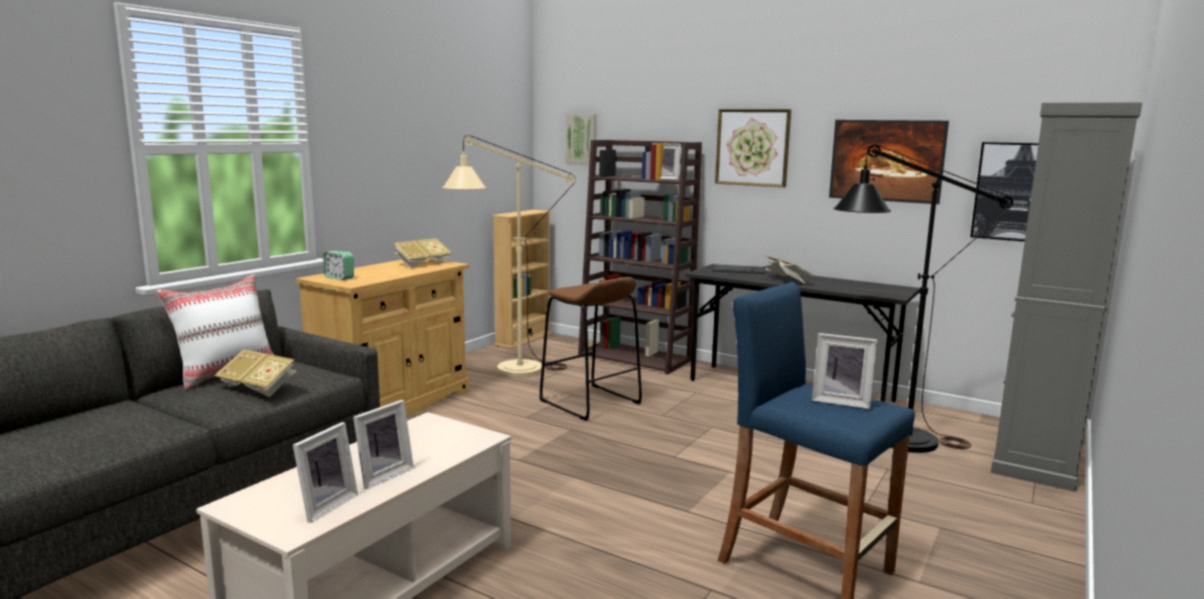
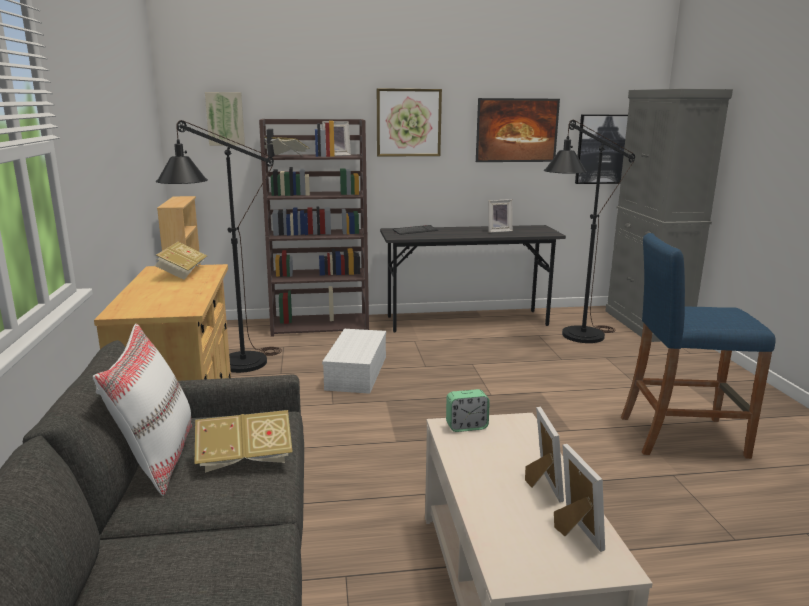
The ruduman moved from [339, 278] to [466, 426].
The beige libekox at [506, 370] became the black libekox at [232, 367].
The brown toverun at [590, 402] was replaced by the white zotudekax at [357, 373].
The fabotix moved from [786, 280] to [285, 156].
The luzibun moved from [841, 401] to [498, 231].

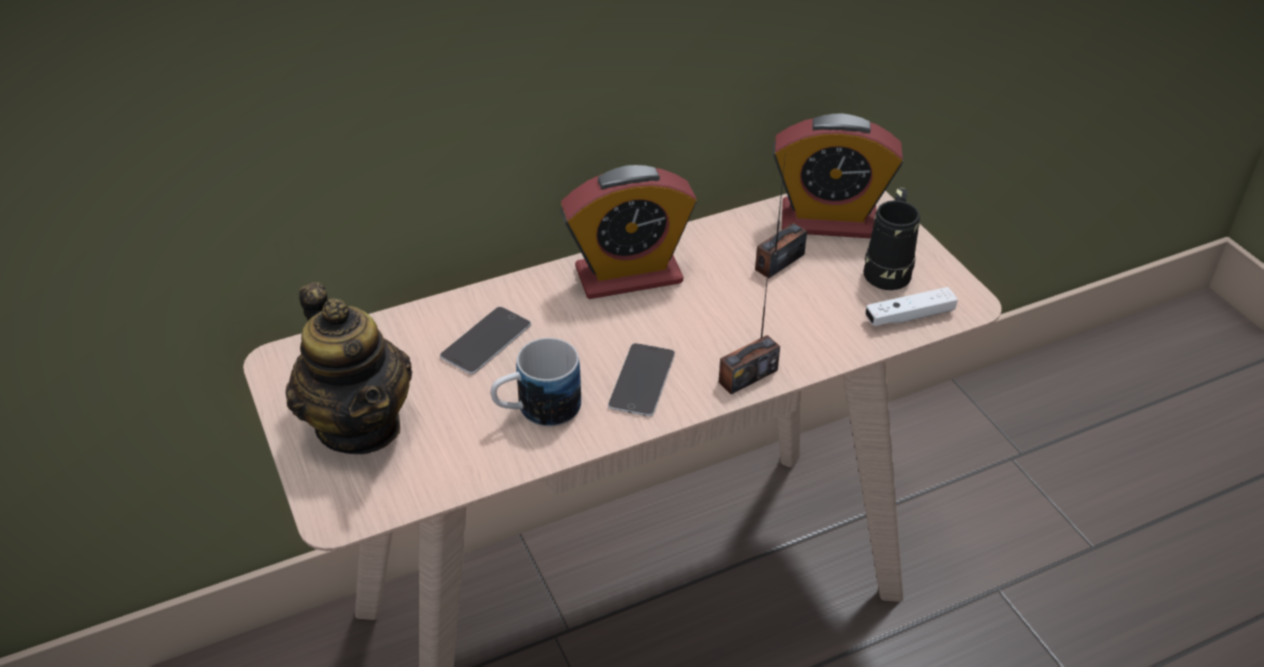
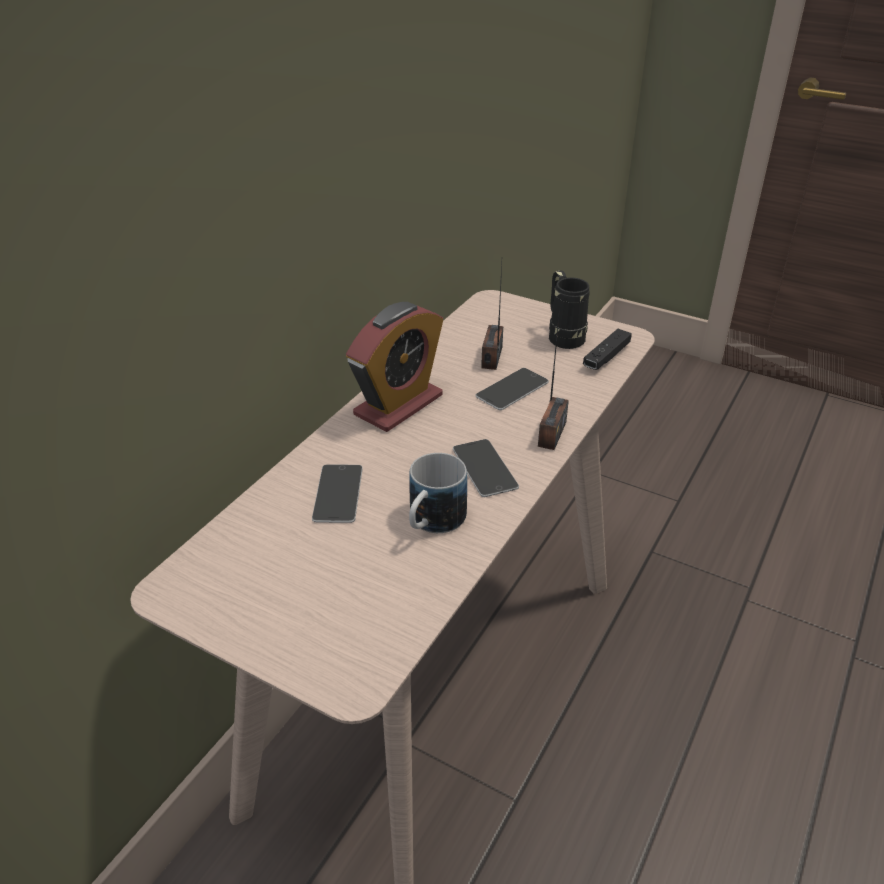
The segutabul at [360, 425] disappeared.
The ruduman at [828, 221] disappeared.
The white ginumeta at [909, 316] became the black ginumeta at [606, 357].
The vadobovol at [512, 389] appeared.

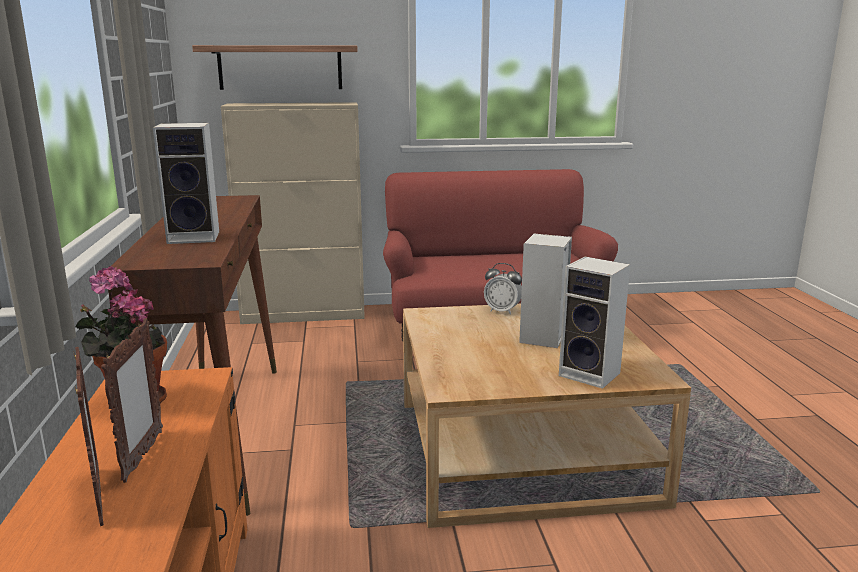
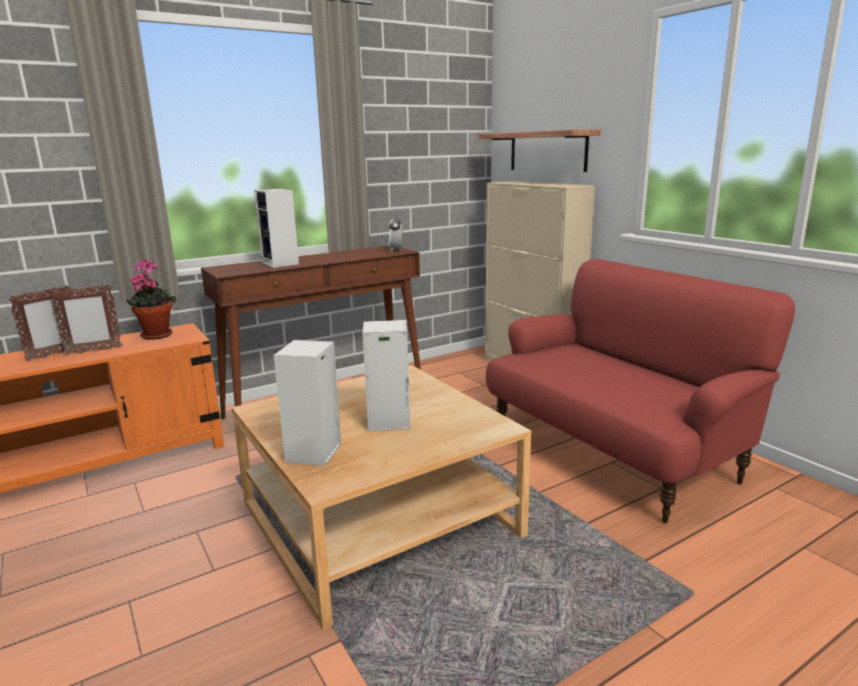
The ruduman moved from [502, 311] to [396, 250].

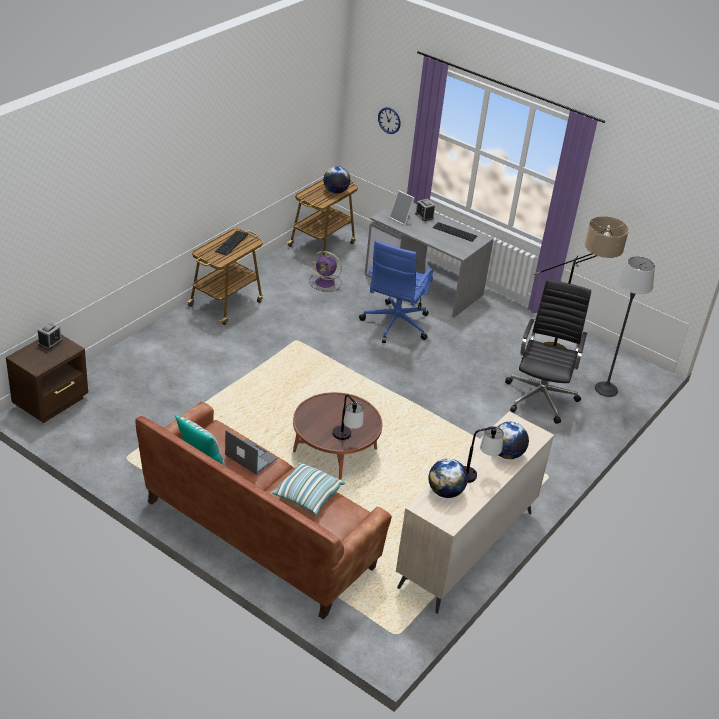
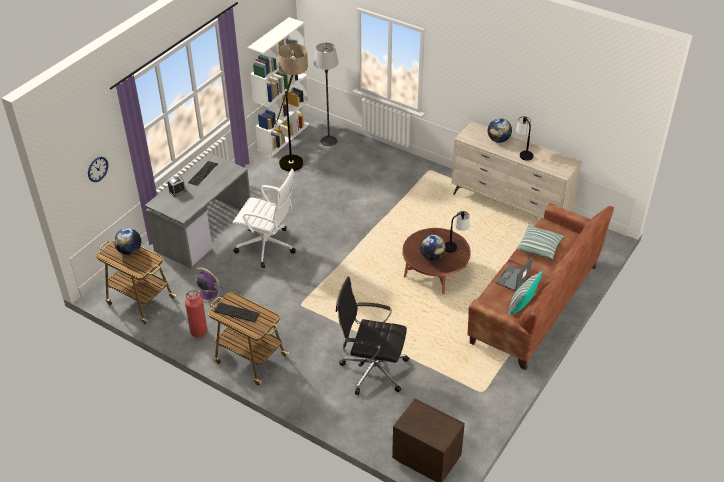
The ruduman at [50, 342] disappeared.
The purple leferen at [326, 283] turned 75 degrees counterclockwise.
The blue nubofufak at [395, 325] became the white nubofufak at [267, 247].
The luzibun at [401, 219] disappeared.
The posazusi moved from [445, 492] to [432, 257].
The black nubofufak moved from [541, 396] to [372, 369].
The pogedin at [199, 332] appeared.
The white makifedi at [283, 137] appeared.

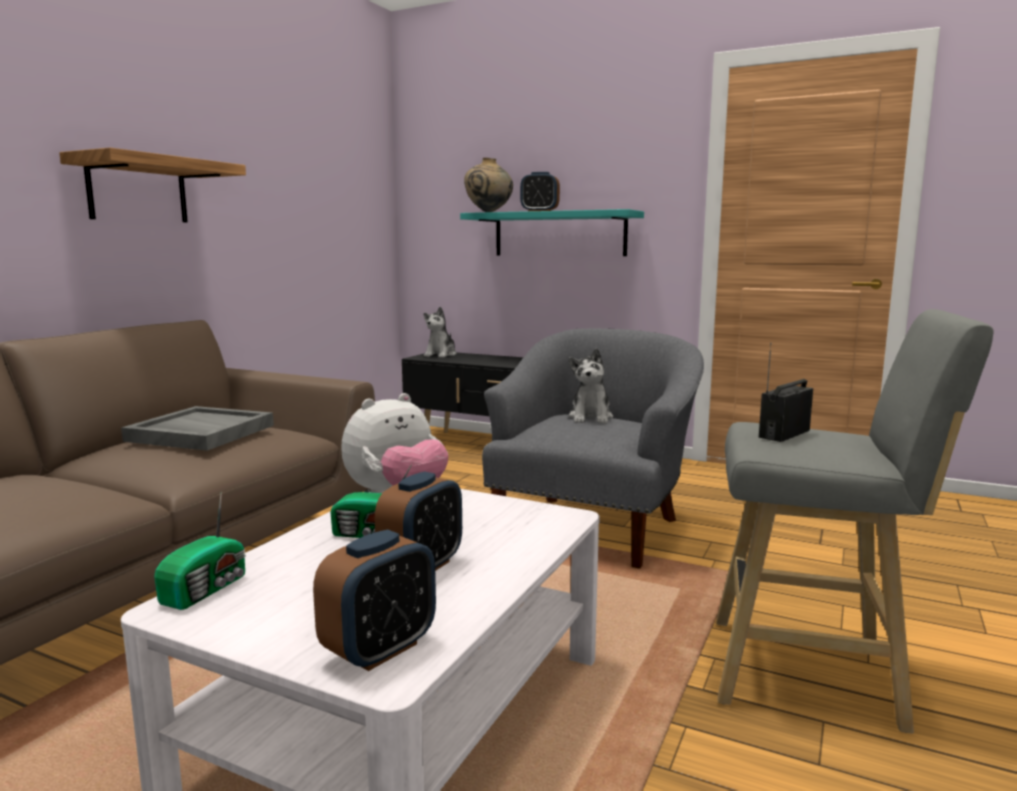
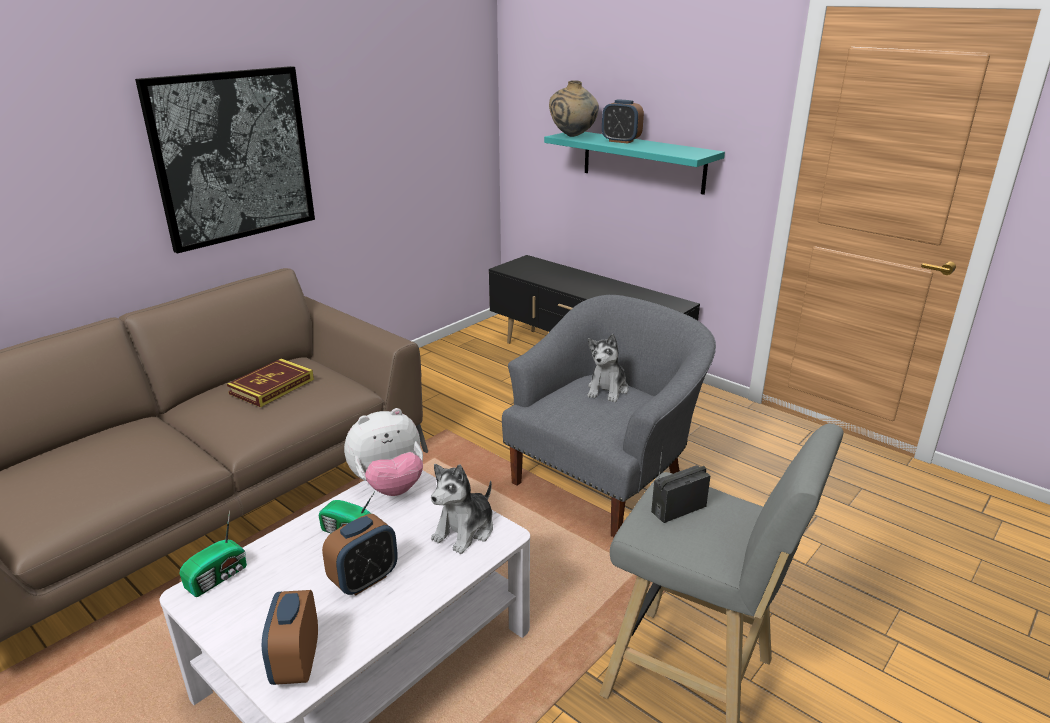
The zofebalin at [138, 191] was replaced by the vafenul at [233, 157].
The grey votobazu at [199, 433] was replaced by the fabotix at [272, 386].
The ruduman at [380, 649] turned 120 degrees clockwise.
The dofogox moved from [441, 355] to [465, 531].

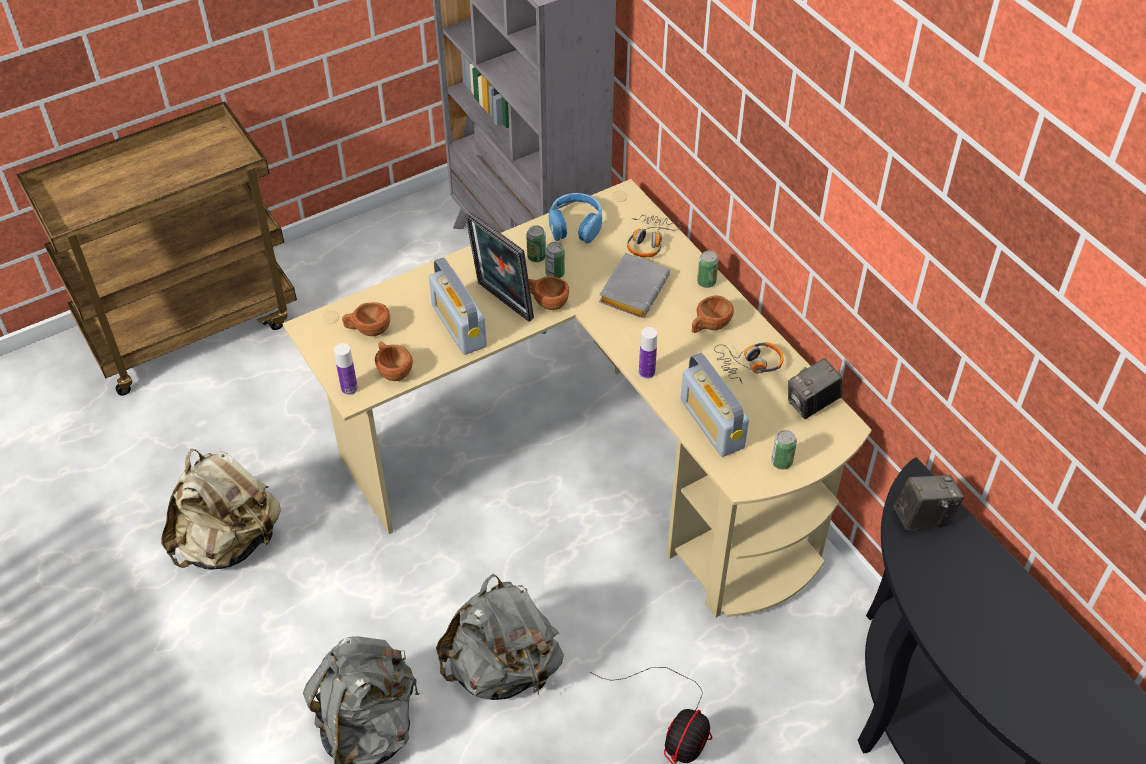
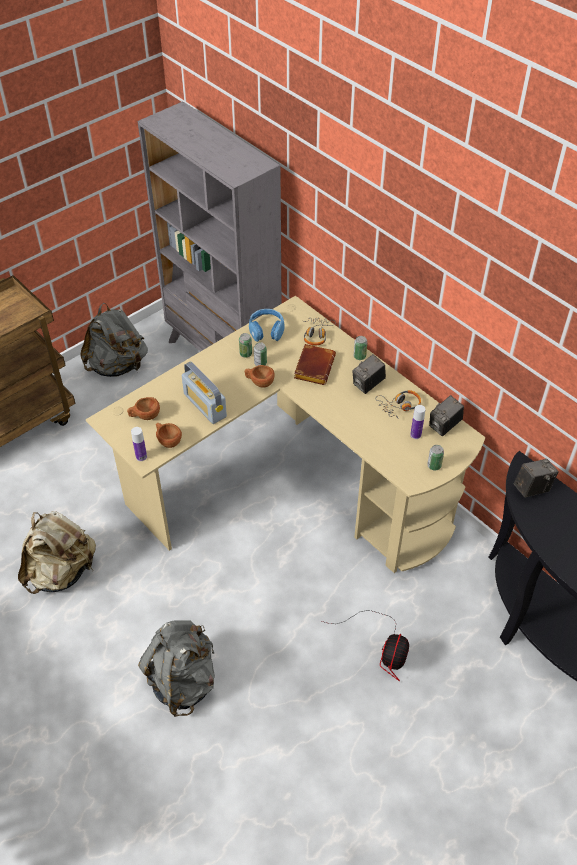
The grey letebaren moved from [503, 669] to [118, 366].
The luzibun at [502, 303] disappeared.
The grey fabotix at [632, 289] became the brown fabotix at [313, 367].
The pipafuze moved from [646, 372] to [415, 435].
The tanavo at [712, 424] disappeared.
The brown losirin at [709, 326] was replaced by the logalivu at [368, 384].

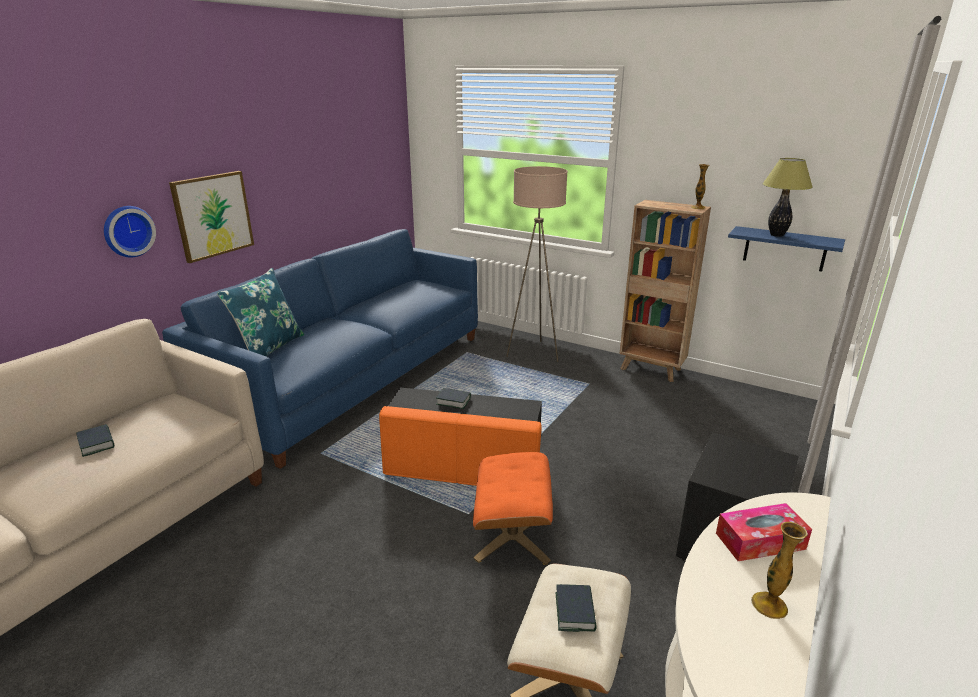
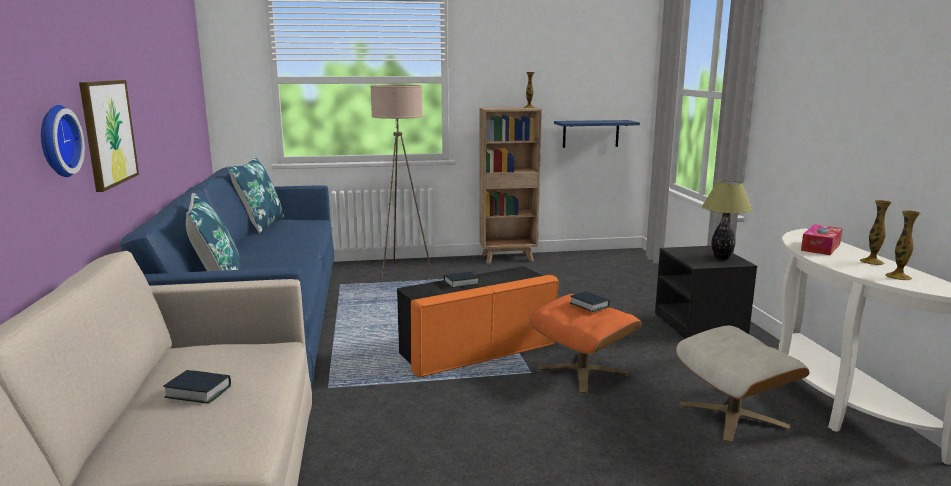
The fabotix moved from [575, 611] to [589, 305].
The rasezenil moved from [776, 235] to [721, 258].
The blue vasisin at [260, 225] appeared.
The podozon at [898, 277] appeared.

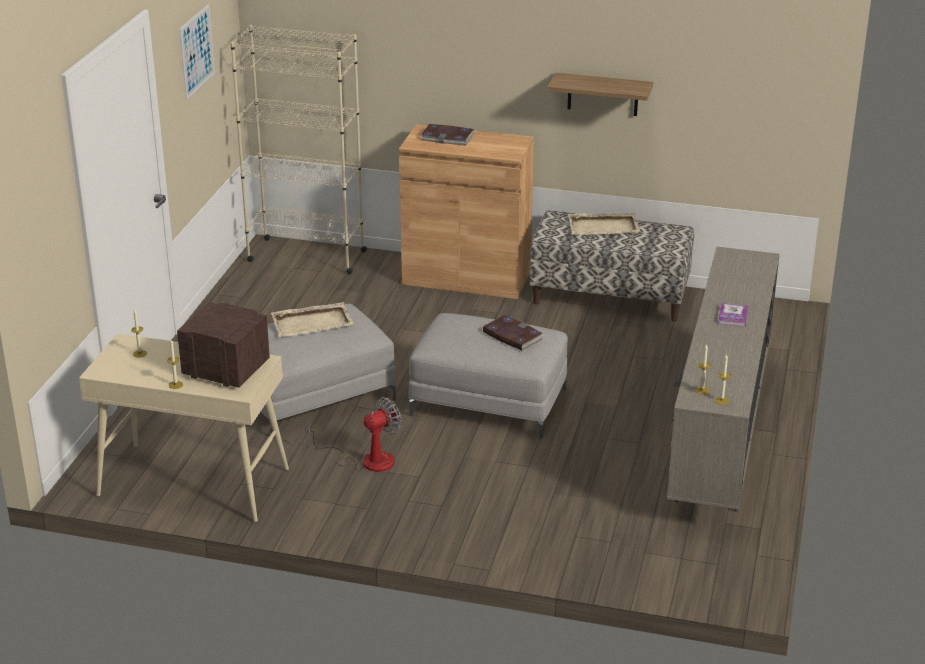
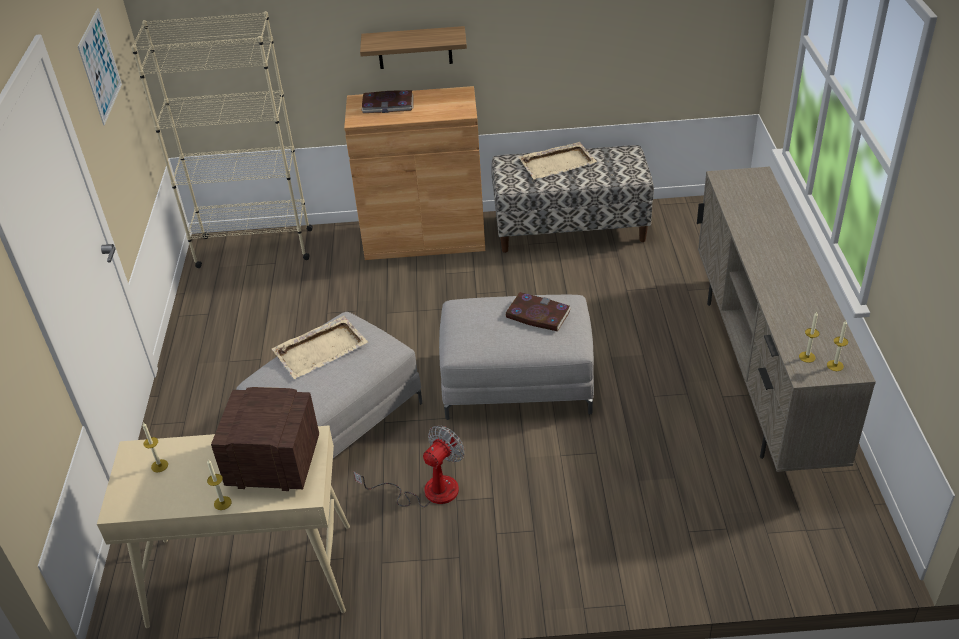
The zofebalin moved from [603, 94] to [414, 48].
The fabotix at [732, 316] disappeared.

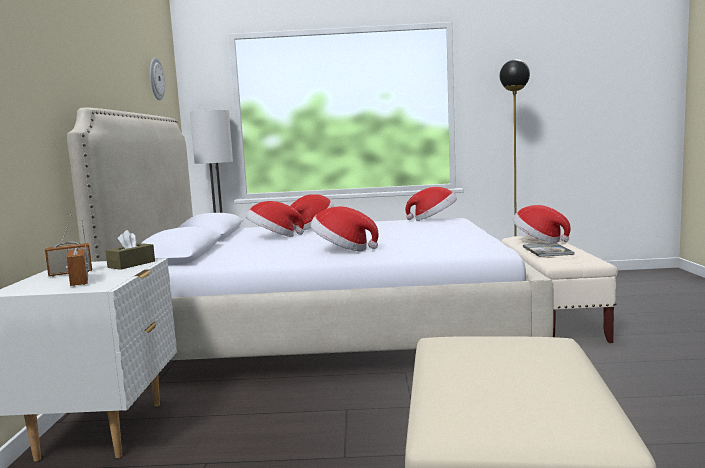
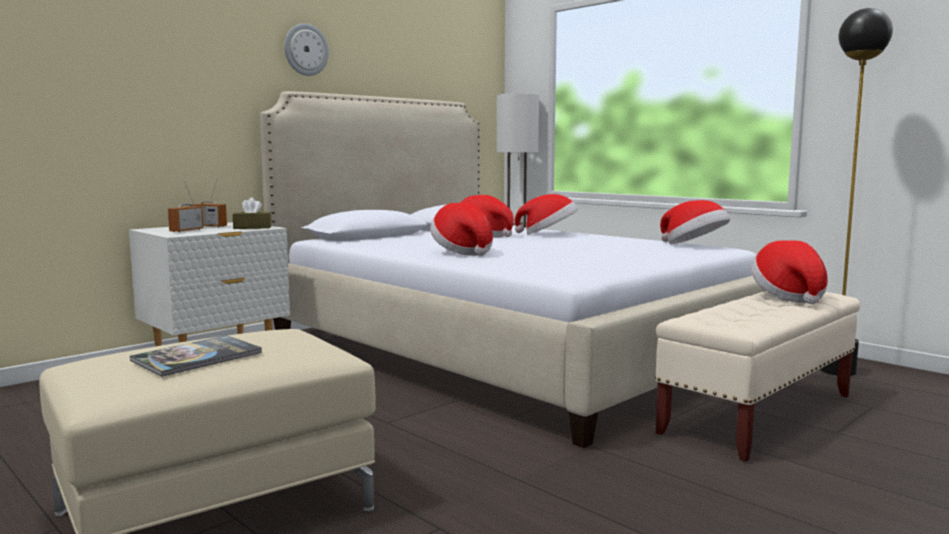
The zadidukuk moved from [156, 79] to [305, 50].
The fabotix moved from [547, 251] to [197, 357].

